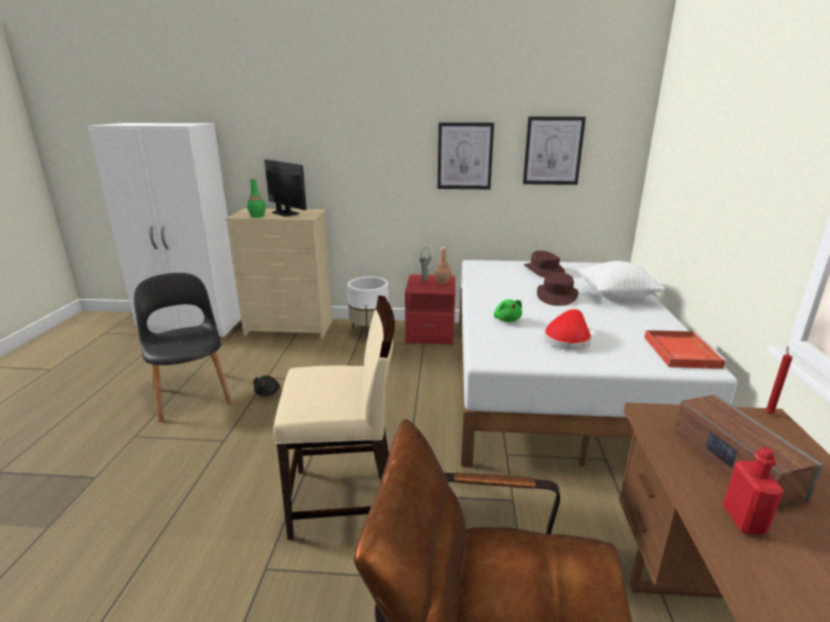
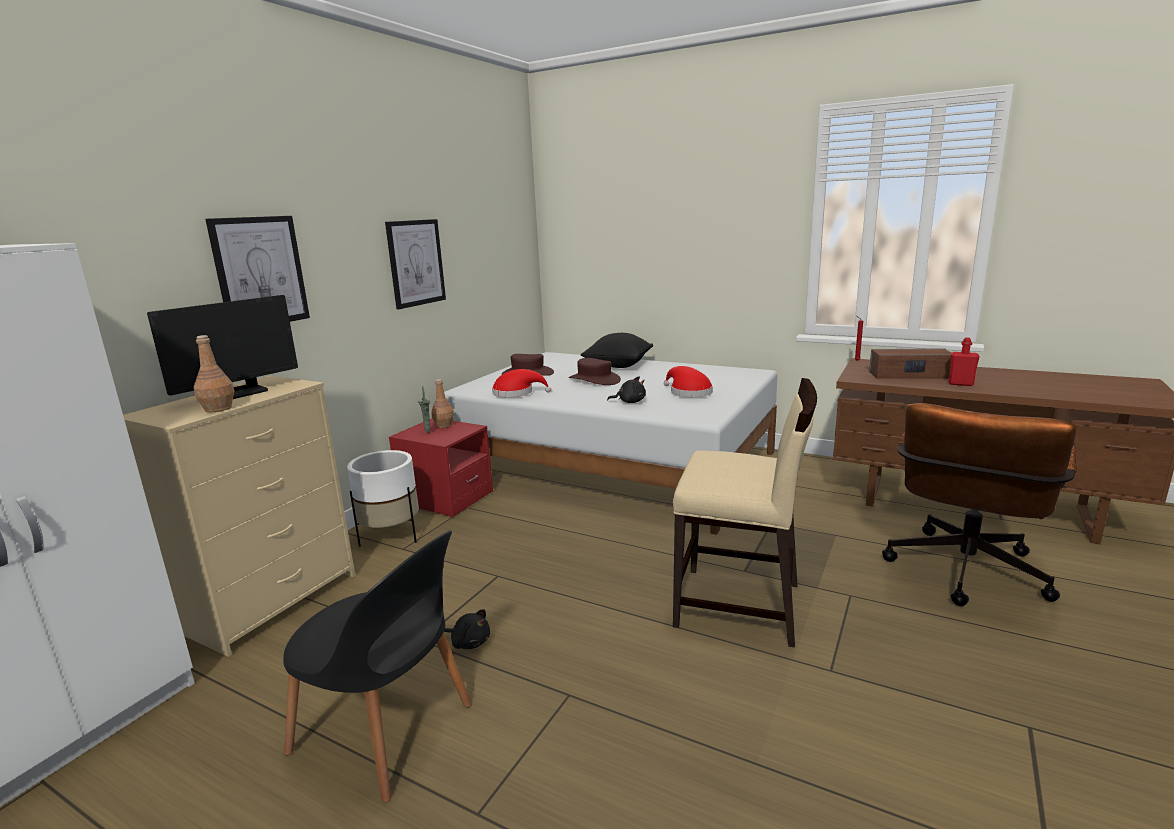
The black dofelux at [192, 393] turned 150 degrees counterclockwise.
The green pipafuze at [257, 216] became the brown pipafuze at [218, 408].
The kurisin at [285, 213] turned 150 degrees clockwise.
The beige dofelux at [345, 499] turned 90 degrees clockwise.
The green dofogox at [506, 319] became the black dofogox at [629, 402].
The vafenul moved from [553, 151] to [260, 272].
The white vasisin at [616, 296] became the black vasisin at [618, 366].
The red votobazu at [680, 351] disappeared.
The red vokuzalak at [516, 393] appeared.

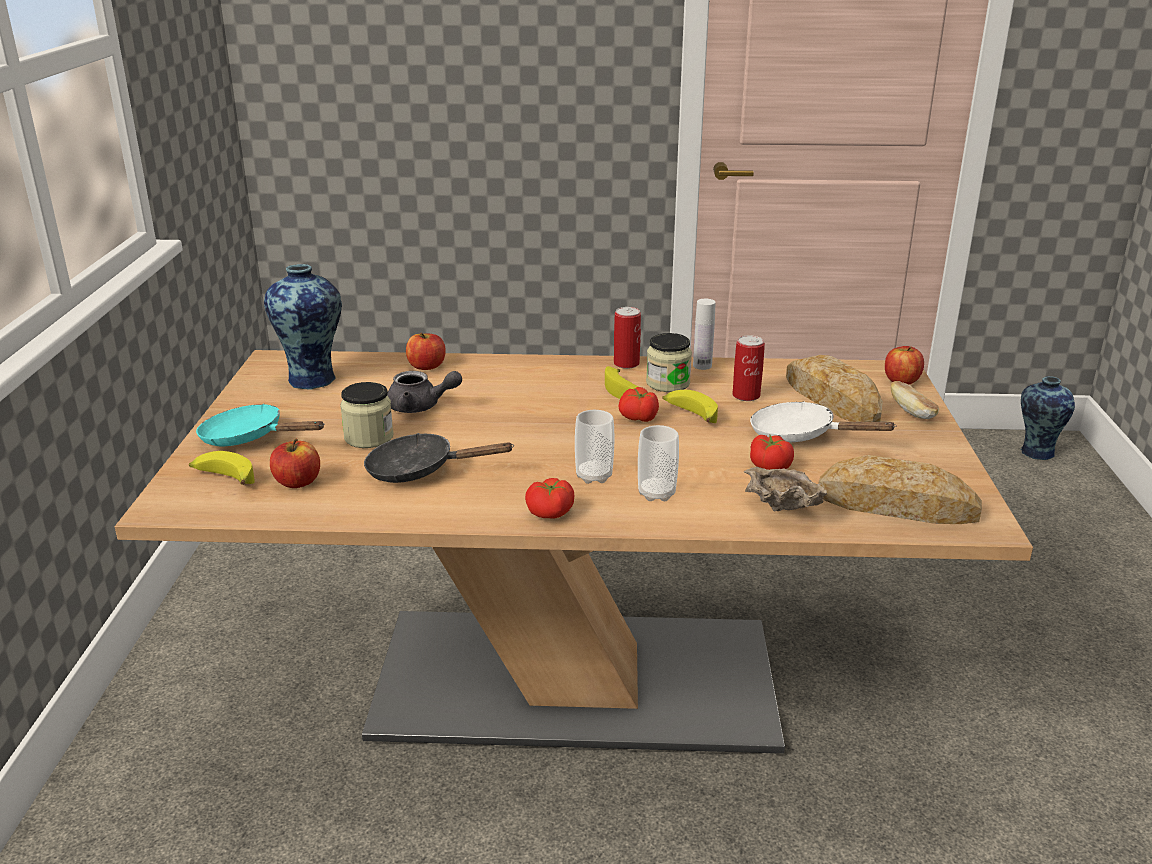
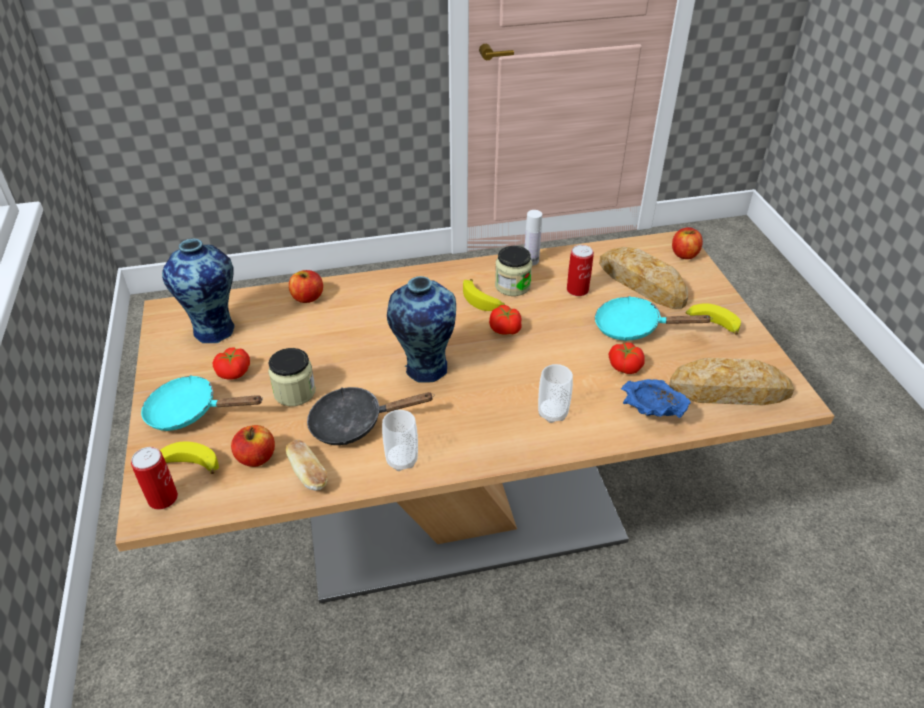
The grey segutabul at [420, 407] disappeared.
The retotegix moved from [551, 513] to [234, 372].
The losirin moved from [594, 476] to [402, 460].
The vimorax moved from [626, 363] to [163, 498].
The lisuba moved from [690, 414] to [711, 324].
The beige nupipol at [782, 511] became the blue nupipol at [651, 413].
The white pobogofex at [800, 435] became the turquoise pobogofex at [634, 327].
The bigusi moved from [912, 412] to [308, 473].
The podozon moved from [1035, 452] to [424, 368].

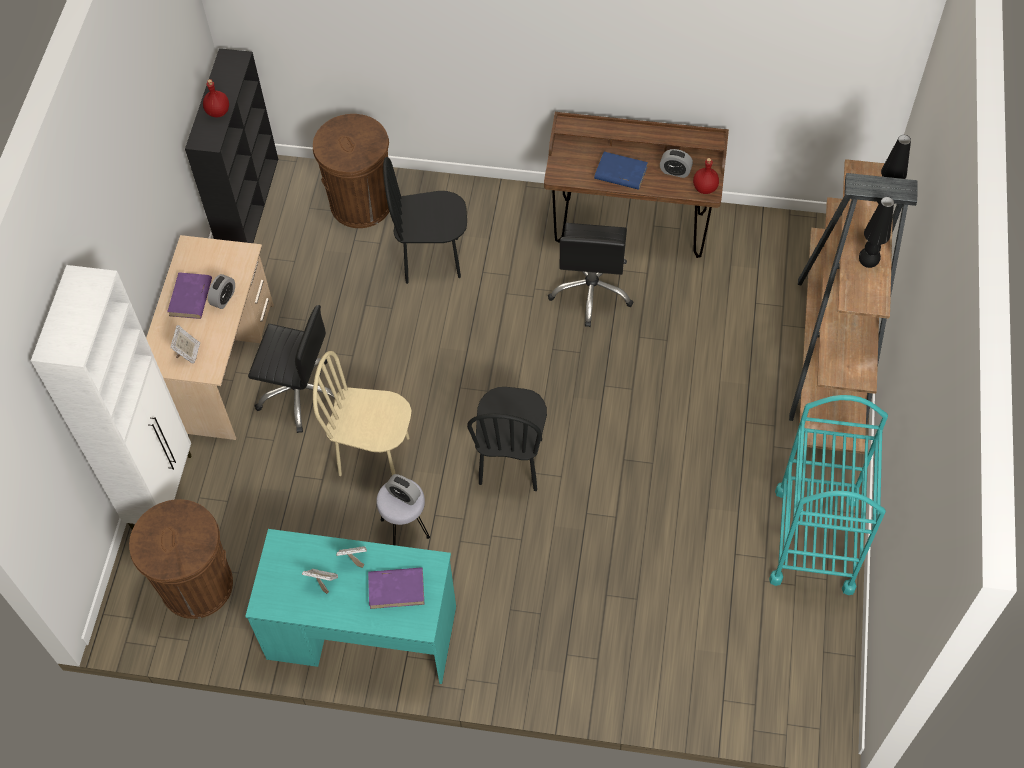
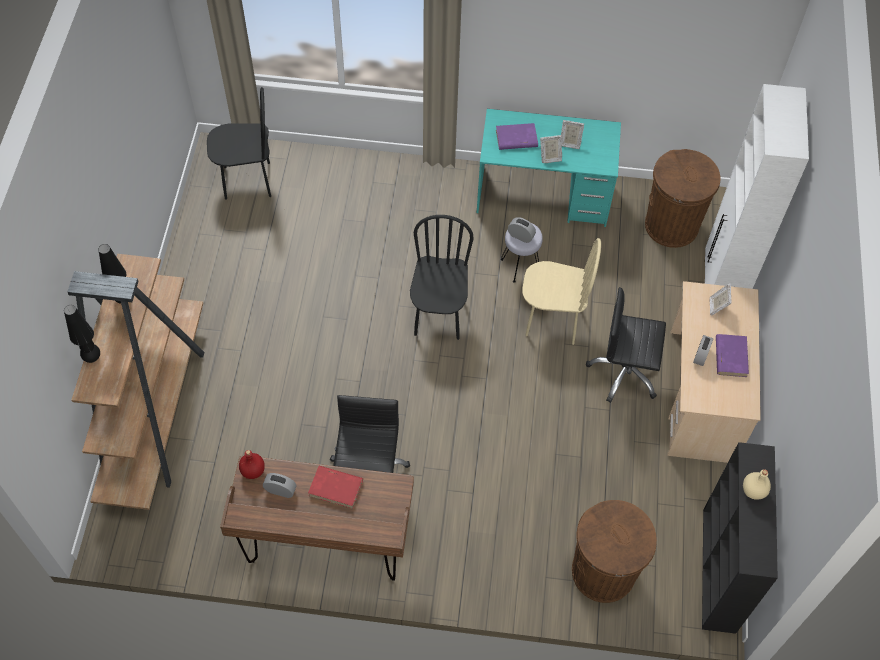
The red pipafuze at [218, 111] became the beige pipafuze at [753, 491].
The black dofelux moved from [432, 259] to [247, 181].
The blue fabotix at [620, 173] became the red fabotix at [336, 488].
The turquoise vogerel at [814, 540] disappeared.

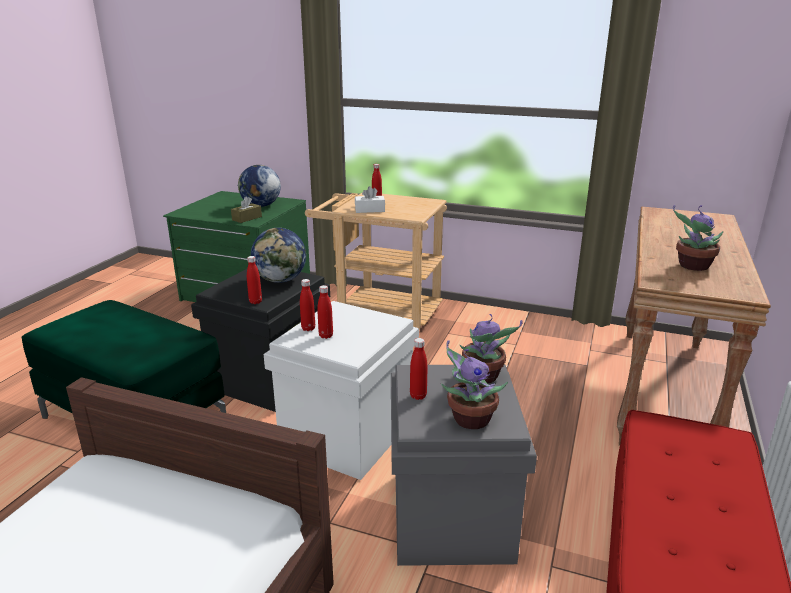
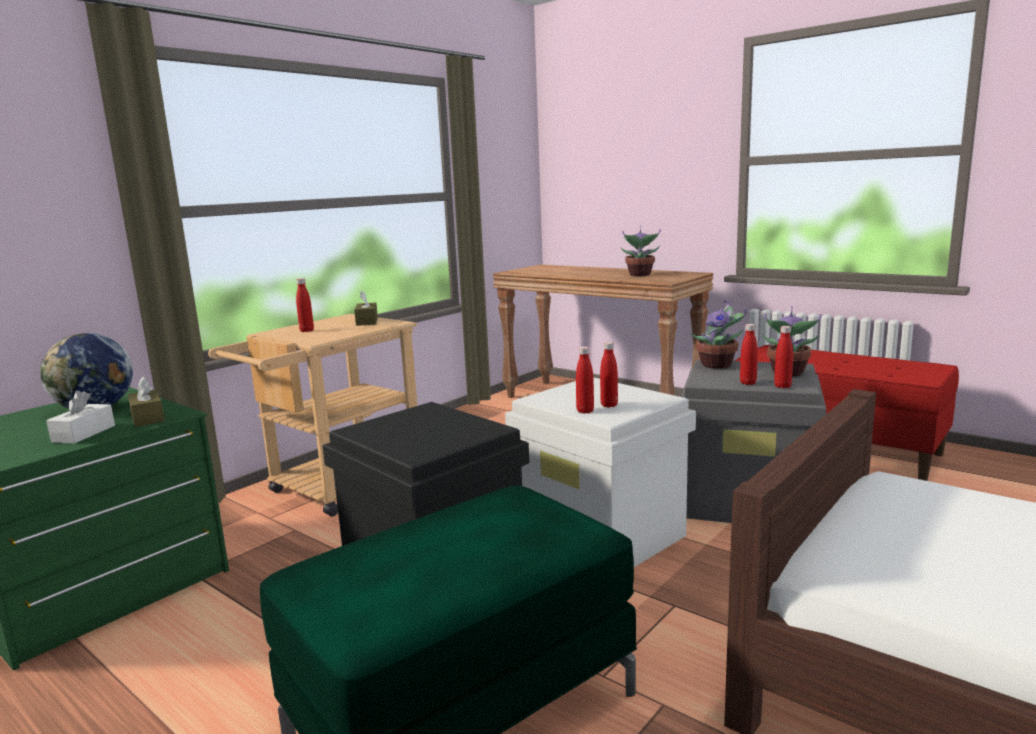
The red pipafuze moved from [255, 302] to [782, 386].
The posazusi at [281, 280] disappeared.
The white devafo moved from [370, 210] to [84, 434].
The brown devafo at [367, 321] appeared.

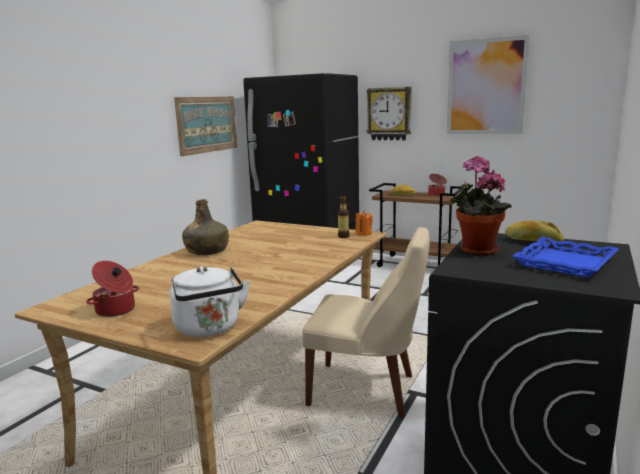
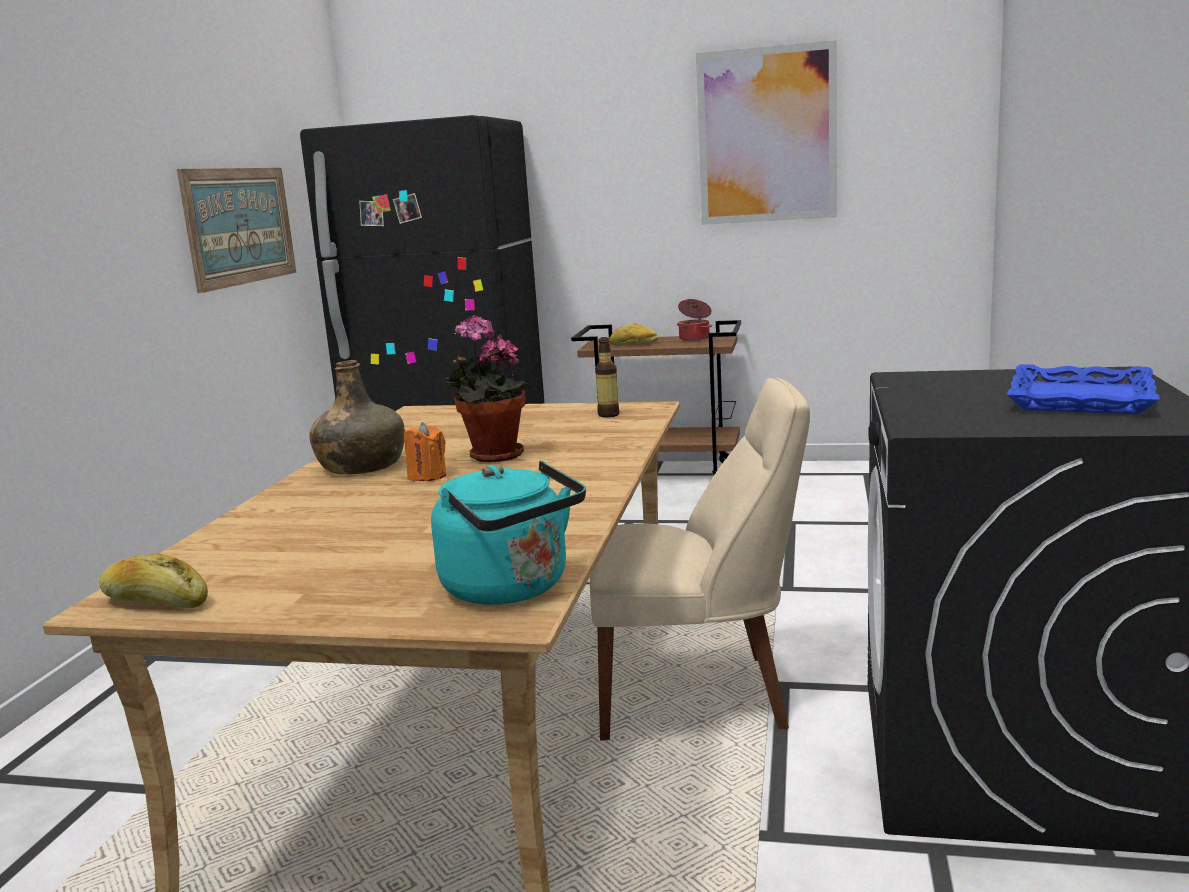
The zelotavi at [116, 310] disappeared.
The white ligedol at [209, 329] became the turquoise ligedol at [511, 589].
The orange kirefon moved from [363, 233] to [427, 476].
The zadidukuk at [389, 114] disappeared.
The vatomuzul moved from [475, 251] to [491, 456].
The bigusi moved from [533, 241] to [155, 602].

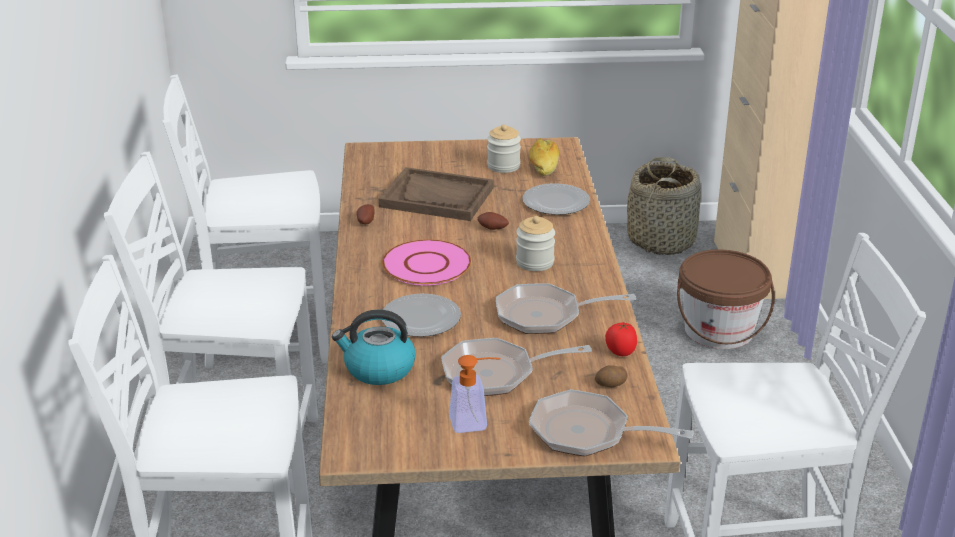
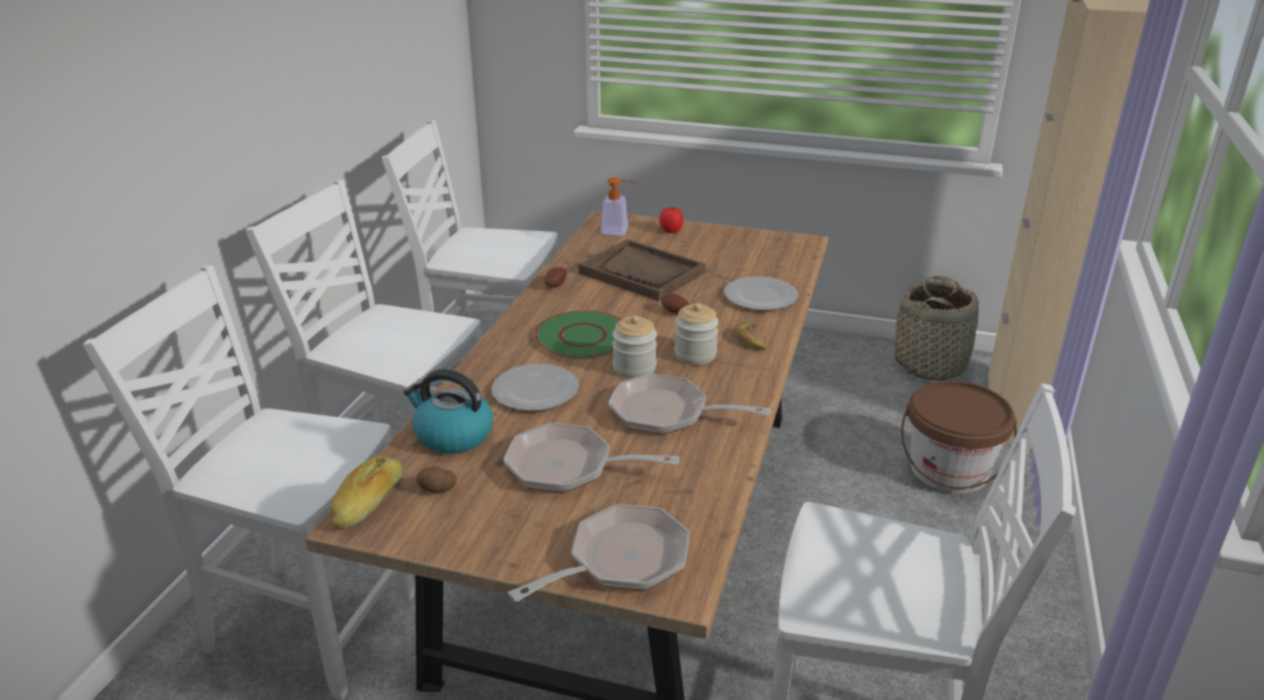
The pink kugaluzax at [427, 264] became the green kugaluzax at [583, 337].
The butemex moved from [475, 422] to [619, 232].
The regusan moved from [503, 166] to [634, 368].
The bigusi moved from [543, 166] to [369, 502].
The pobogofex at [588, 433] turned 105 degrees clockwise.
The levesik moved from [611, 385] to [437, 489].
The retotegix moved from [620, 352] to [670, 231].
The lisuba at [751, 341] appeared.

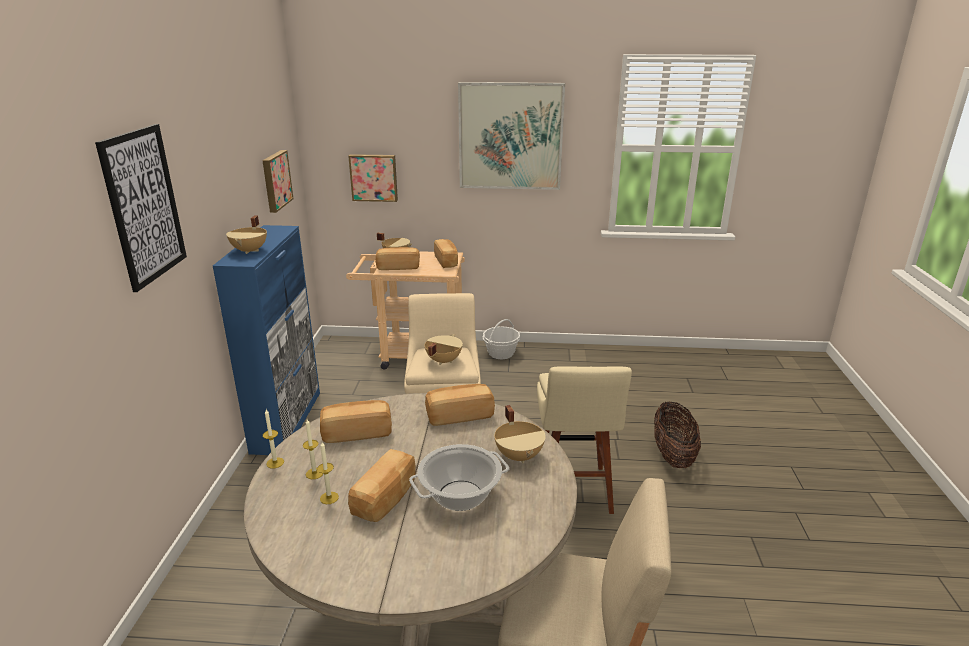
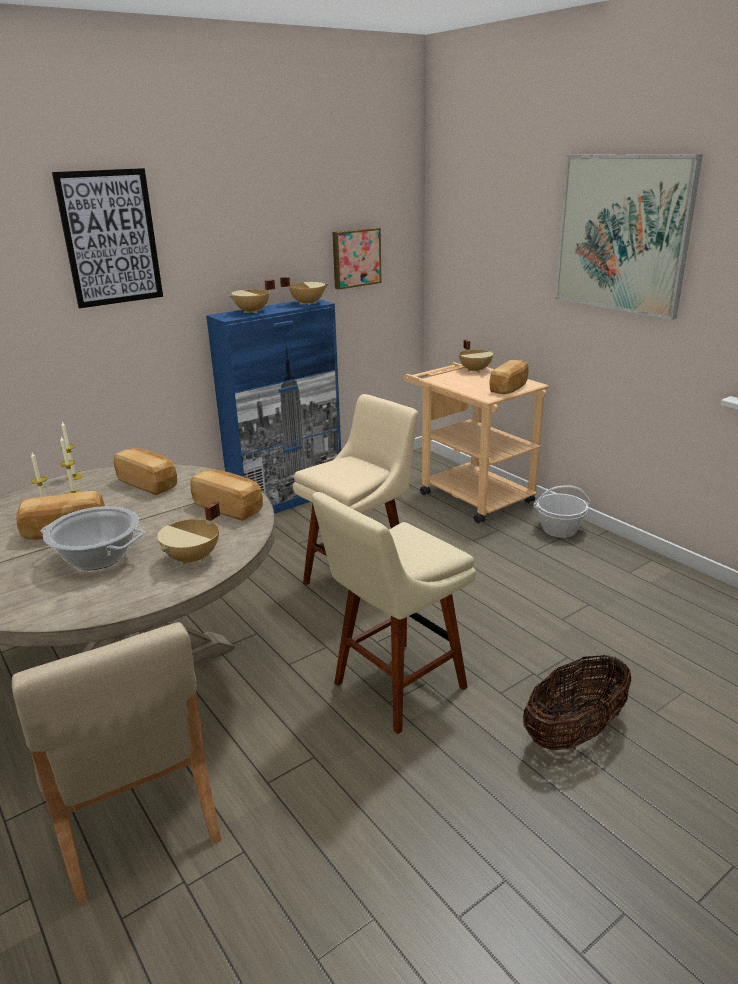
The vafenul at [374, 177] disappeared.
The bigusi at [398, 267] disappeared.
The beige zelotavi moved from [443, 361] to [307, 303].

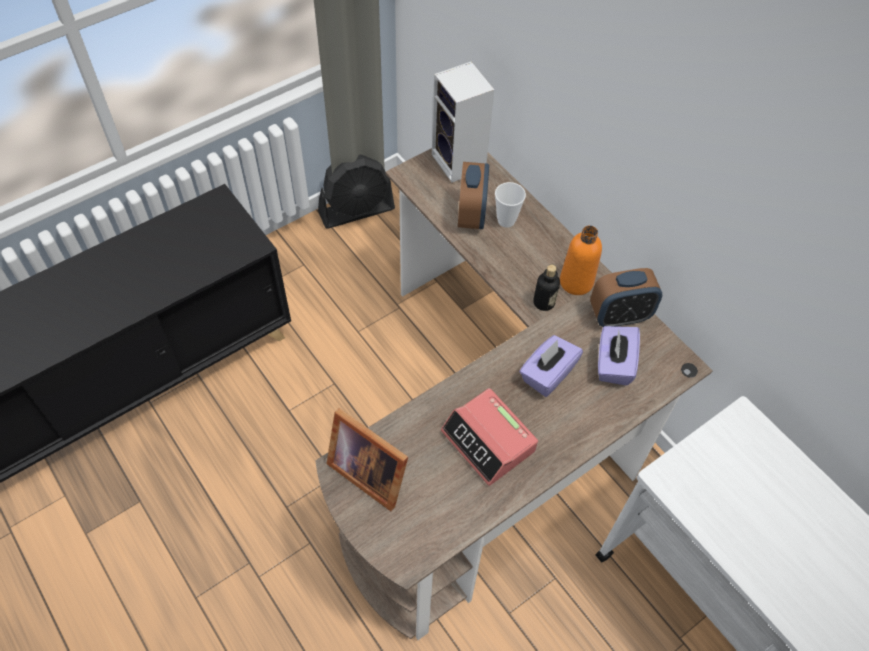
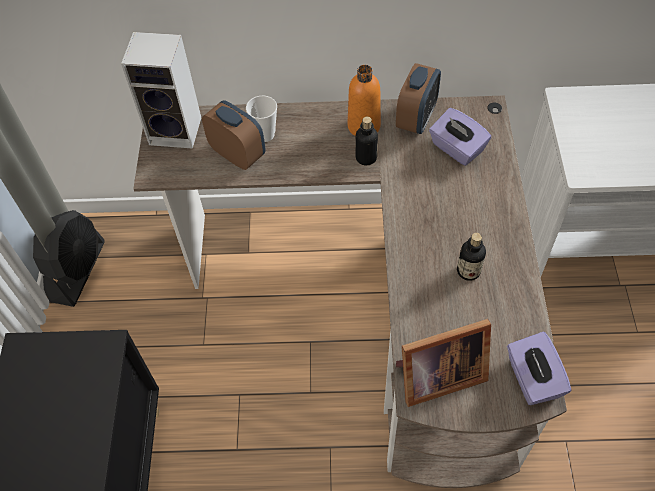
The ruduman at [488, 441] was replaced by the pipafuze at [468, 271].
The purple devafo moved from [547, 374] to [532, 379].

